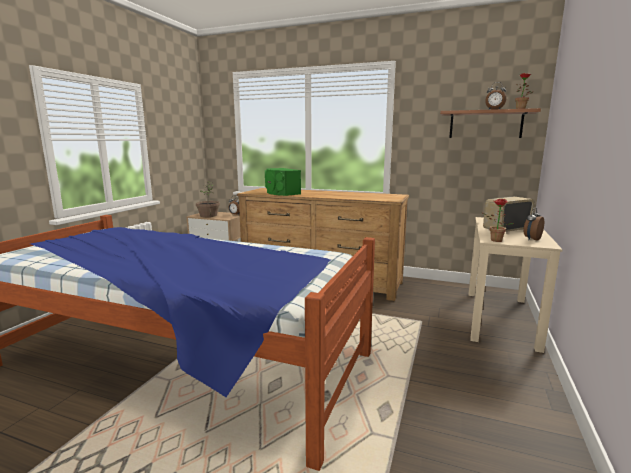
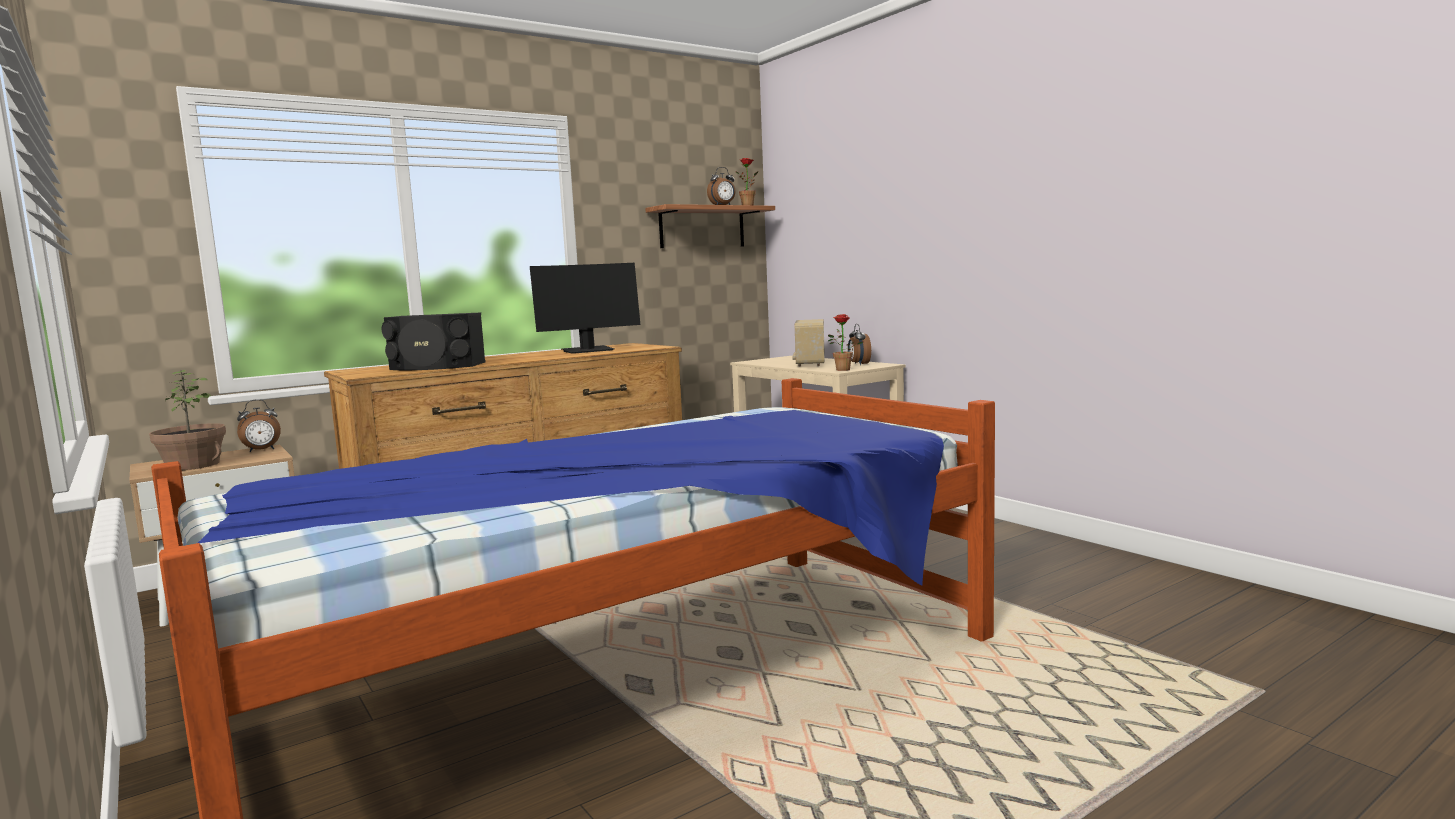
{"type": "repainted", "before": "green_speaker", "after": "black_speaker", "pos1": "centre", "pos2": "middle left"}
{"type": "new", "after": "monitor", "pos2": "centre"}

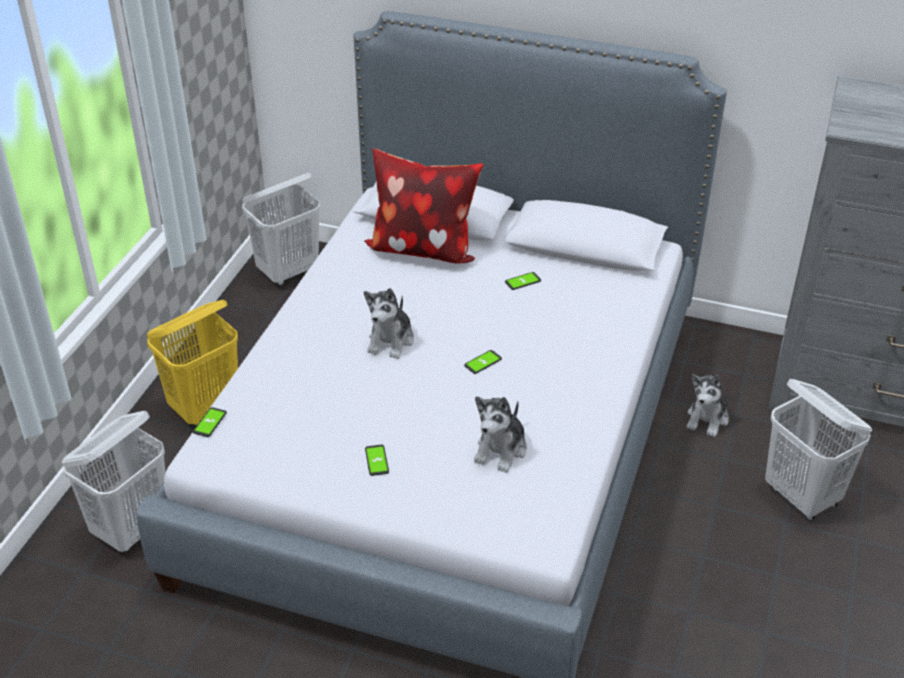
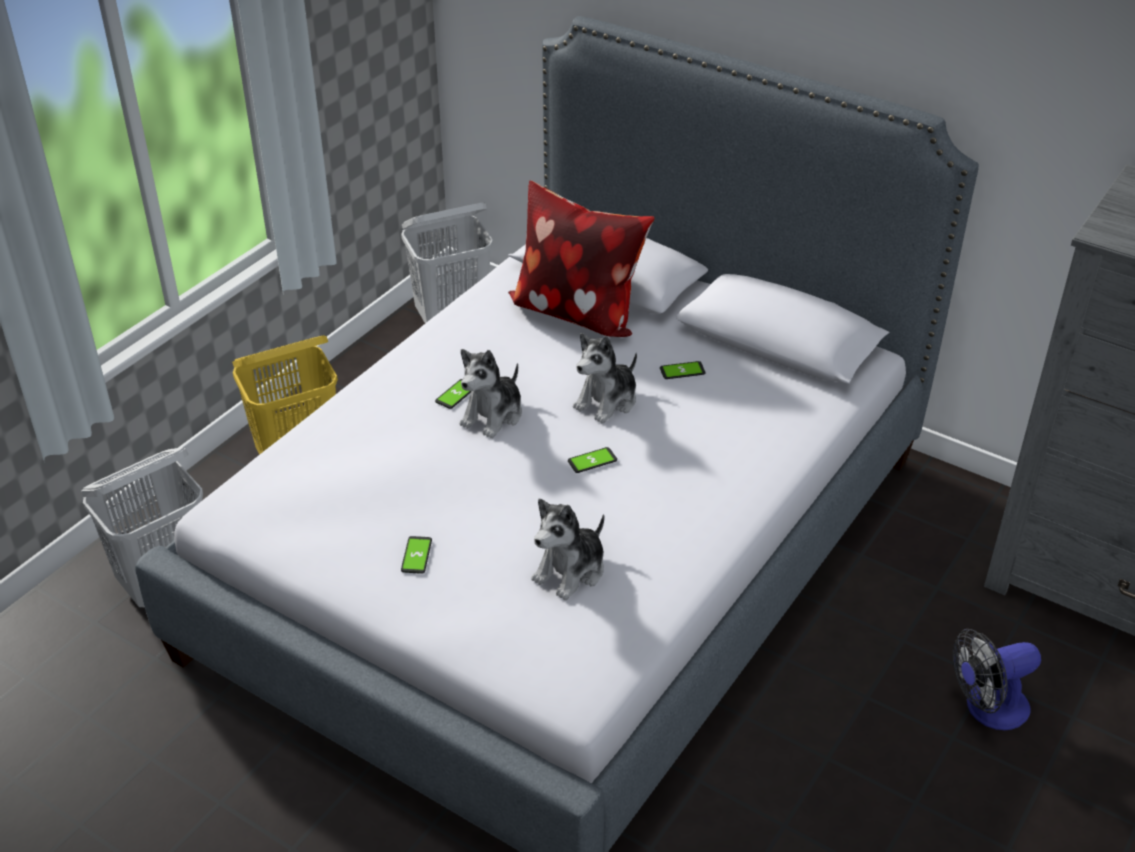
{"type": "shifted", "before": "plush_toy (no. 3 from left)", "pos1": "middle right", "pos2": "centre"}
{"type": "swapped", "before": "white_laundry_basket (no. 3 from left)", "after": "fan", "pos1": "middle right", "pos2": "bottom right"}
{"type": "shifted", "before": "phone (no. 1 from left in the first image)", "after": "phone (no. 2 from left)", "pos1": "middle left", "pos2": "centre"}

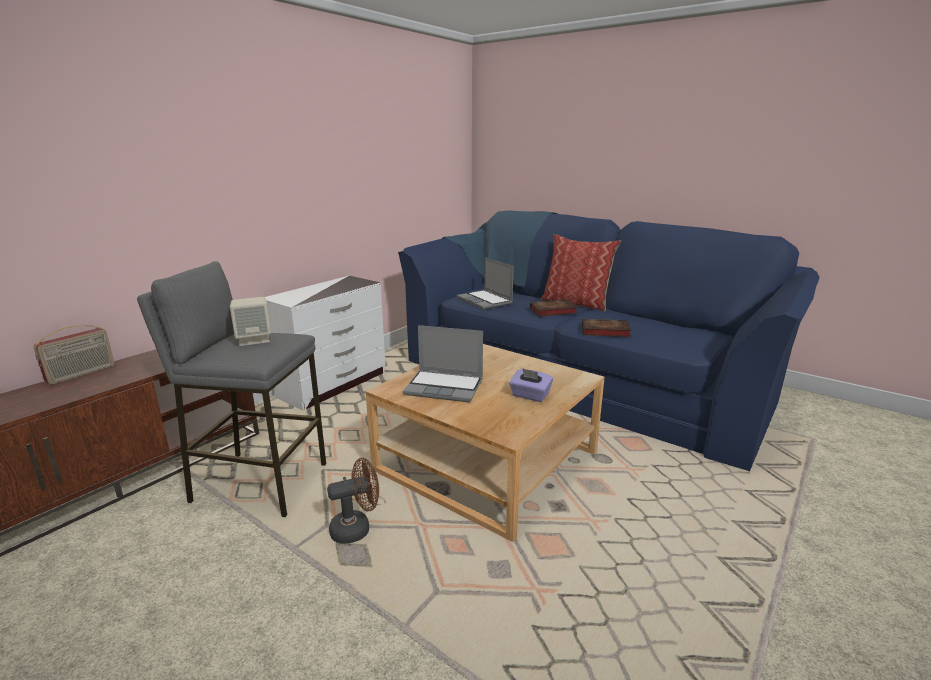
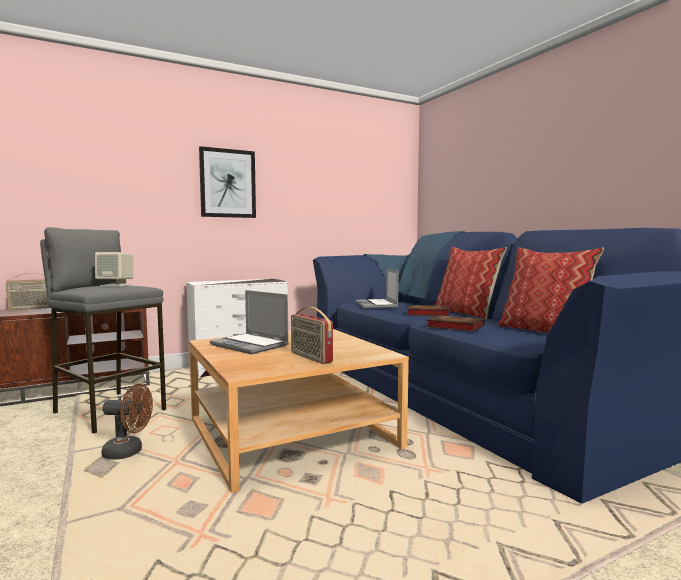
{"type": "swapped", "before": "purple_tissue_box", "after": "radio (no. 2 from left)", "pos1": "centre", "pos2": "centre"}
{"type": "new", "after": "picture", "pos2": "top centre"}
{"type": "new", "after": "pillow (no. 2 from left)", "pos2": "middle right"}

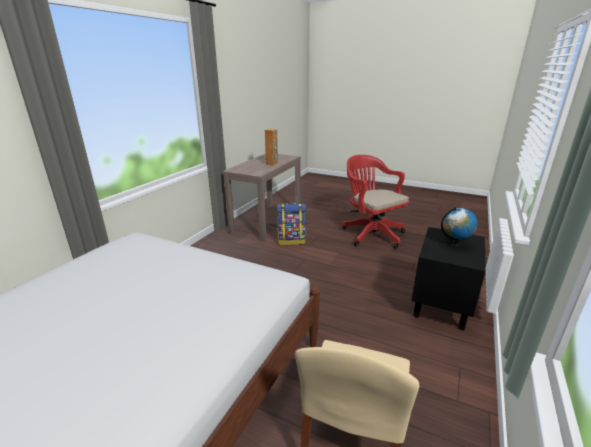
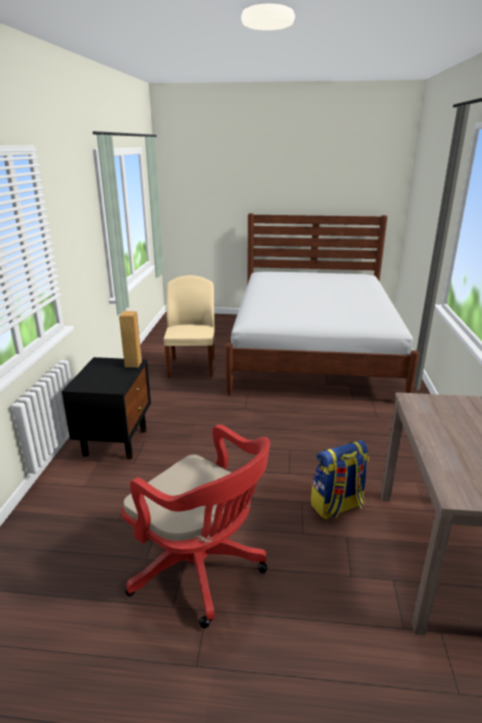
{"type": "shifted", "before": "brown_speaker", "pos1": "top centre", "pos2": "middle left"}
{"type": "gone", "before": "globe", "pos1": "middle right"}

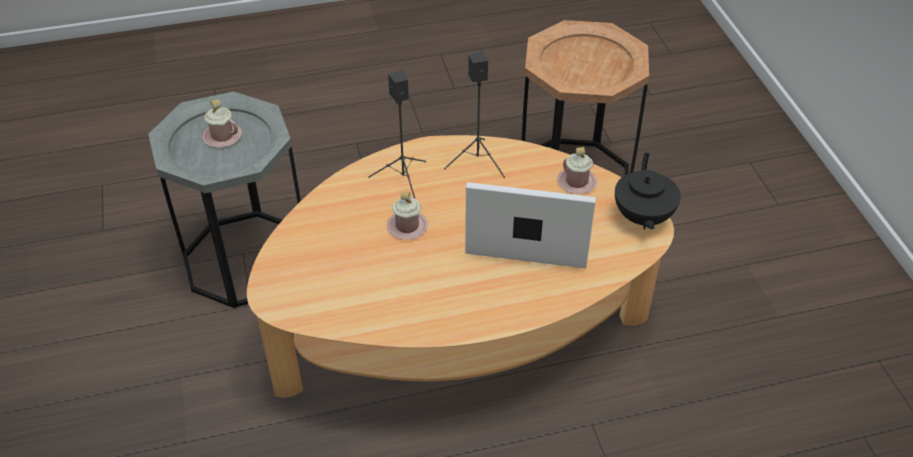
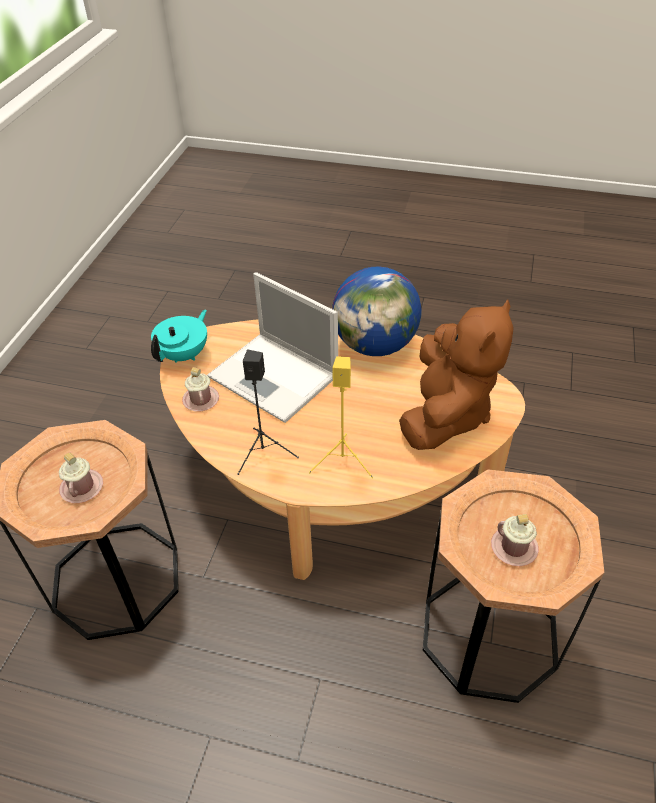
{"type": "repainted", "before": "black_speaker (no. 1 from left)", "after": "yellow_speaker", "pos1": "top centre", "pos2": "centre"}
{"type": "repainted", "before": "grey_side_table", "after": "brown_side_table (no. 2 from left)", "pos1": "middle left", "pos2": "bottom right"}
{"type": "repainted", "before": "black_teapot", "after": "turquoise_teapot", "pos1": "middle right", "pos2": "middle left"}
{"type": "shifted", "before": "pink_mug (no. 2 from left in the first image)", "after": "pink_mug (no. 1 from left)", "pos1": "centre", "pos2": "middle left"}
{"type": "new", "after": "globe", "pos2": "centre"}
{"type": "new", "after": "brown_plush_toy", "pos2": "middle right"}

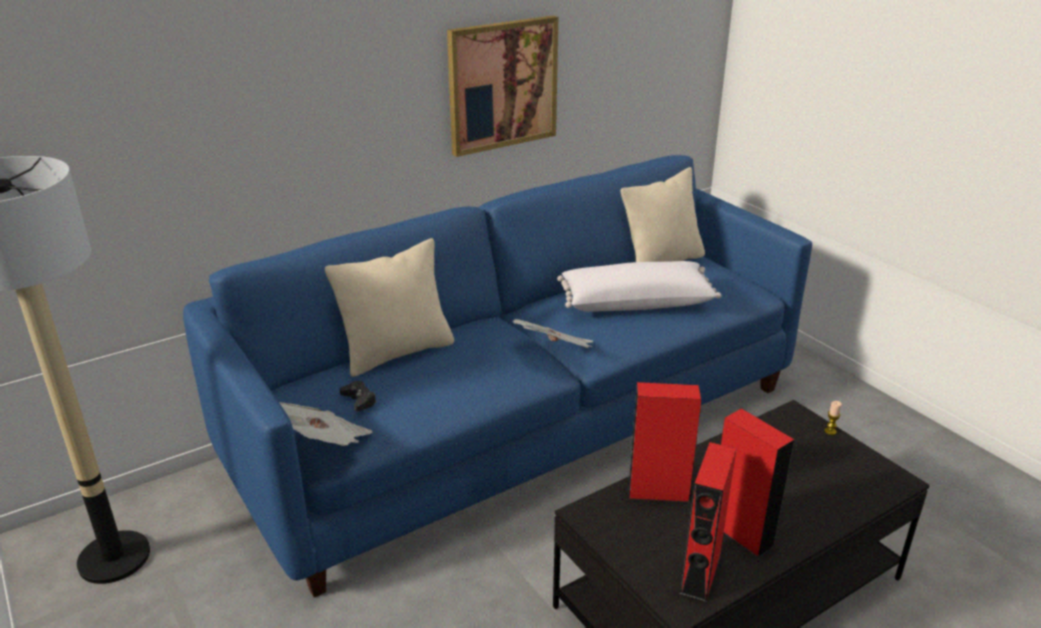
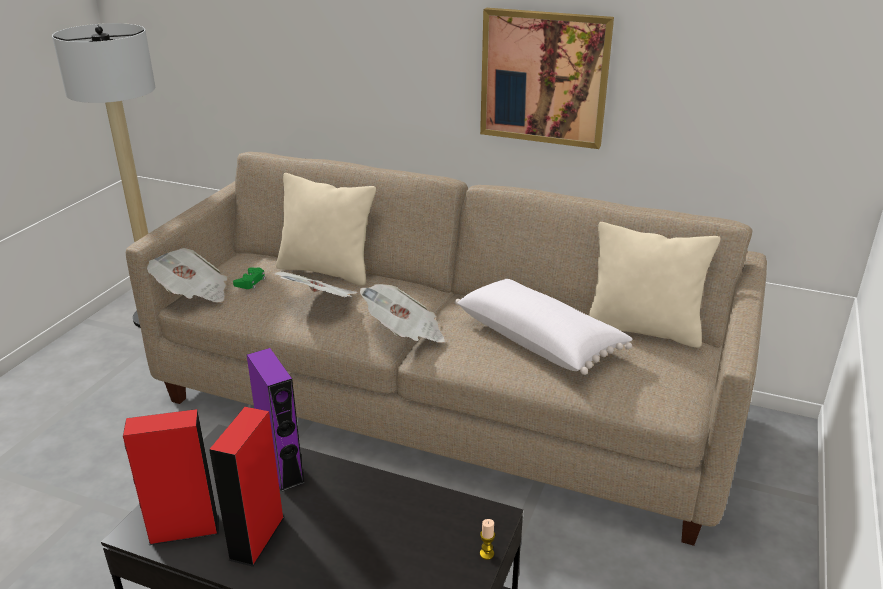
{"type": "repainted", "before": "blue_sofa", "after": "beige_sofa", "pos1": "centre", "pos2": "centre"}
{"type": "repainted", "before": "black_game_controller", "after": "green_game_controller", "pos1": "centre", "pos2": "middle left"}
{"type": "repainted", "before": "red_speaker (no. 1 from left)", "after": "purple_speaker", "pos1": "bottom centre", "pos2": "bottom left"}
{"type": "new", "after": "newspaper (no. 2 from left)", "pos2": "centre"}

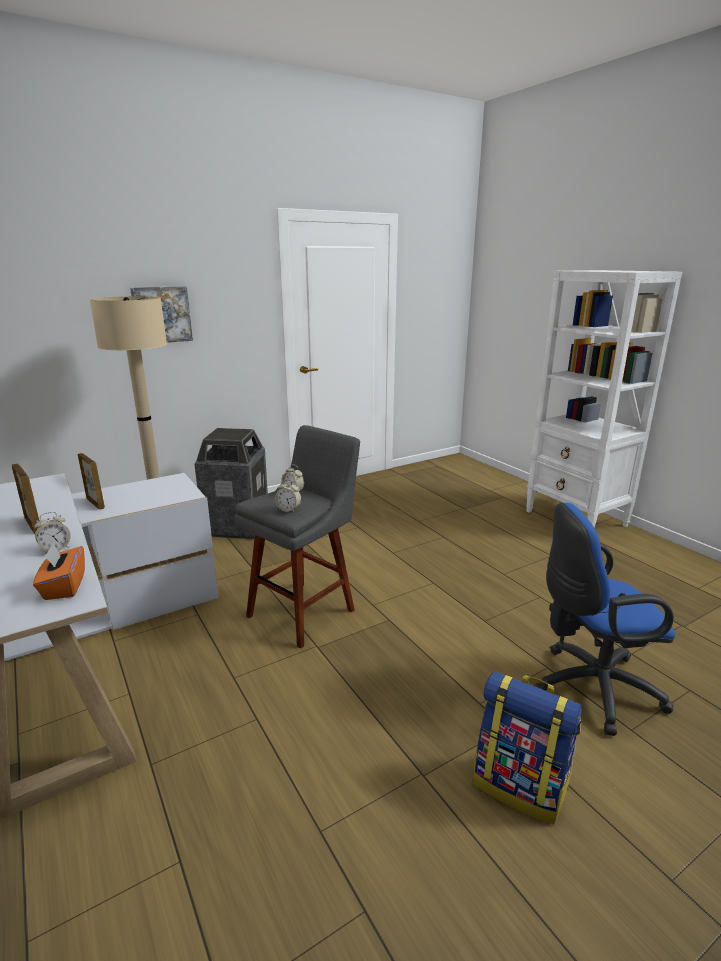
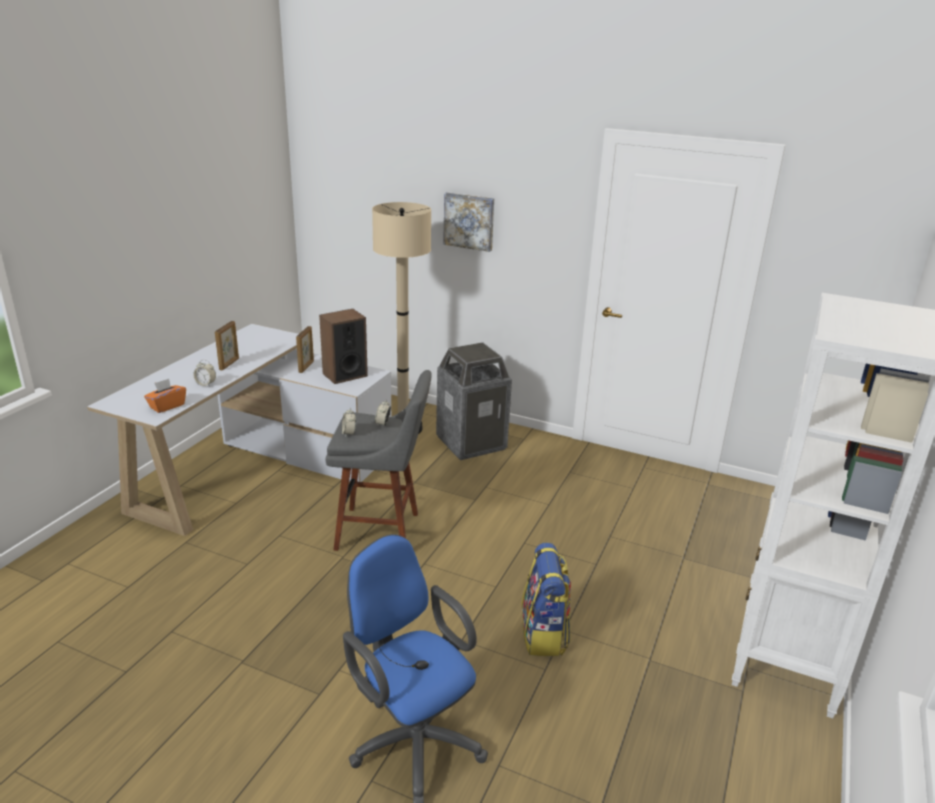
{"type": "shifted", "before": "backpack", "pos1": "bottom right", "pos2": "bottom centre"}
{"type": "new", "after": "speaker", "pos2": "centre"}

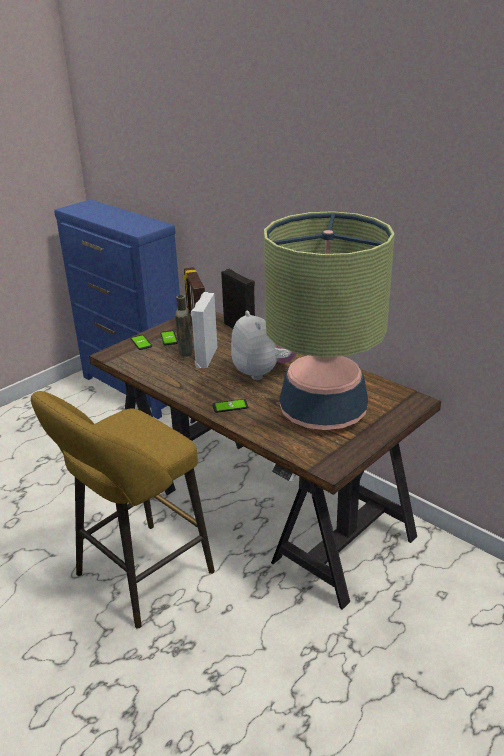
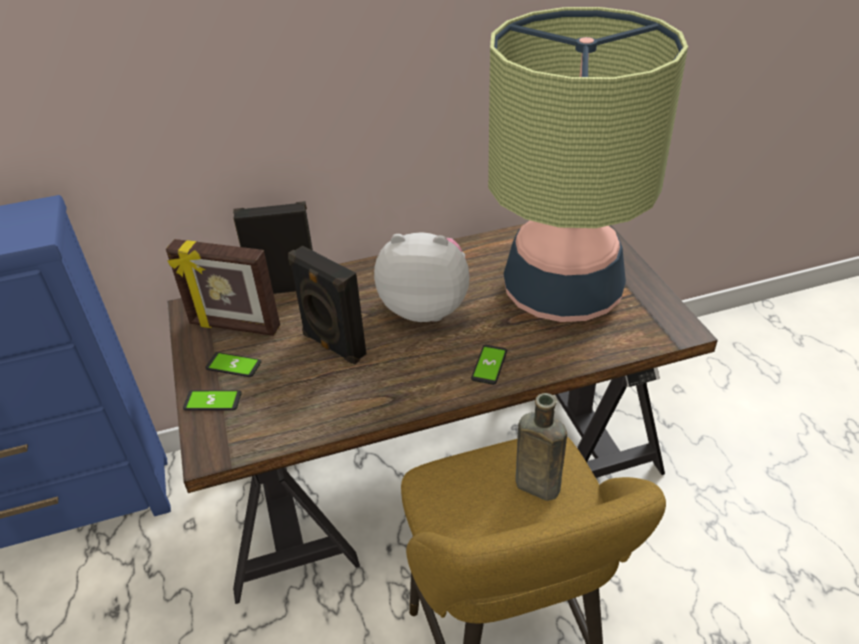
{"type": "repainted", "before": "white_speaker", "after": "black_speaker (no. 2 from left)", "pos1": "centre", "pos2": "centre"}
{"type": "shifted", "before": "brown_bottle", "pos1": "centre", "pos2": "bottom centre"}

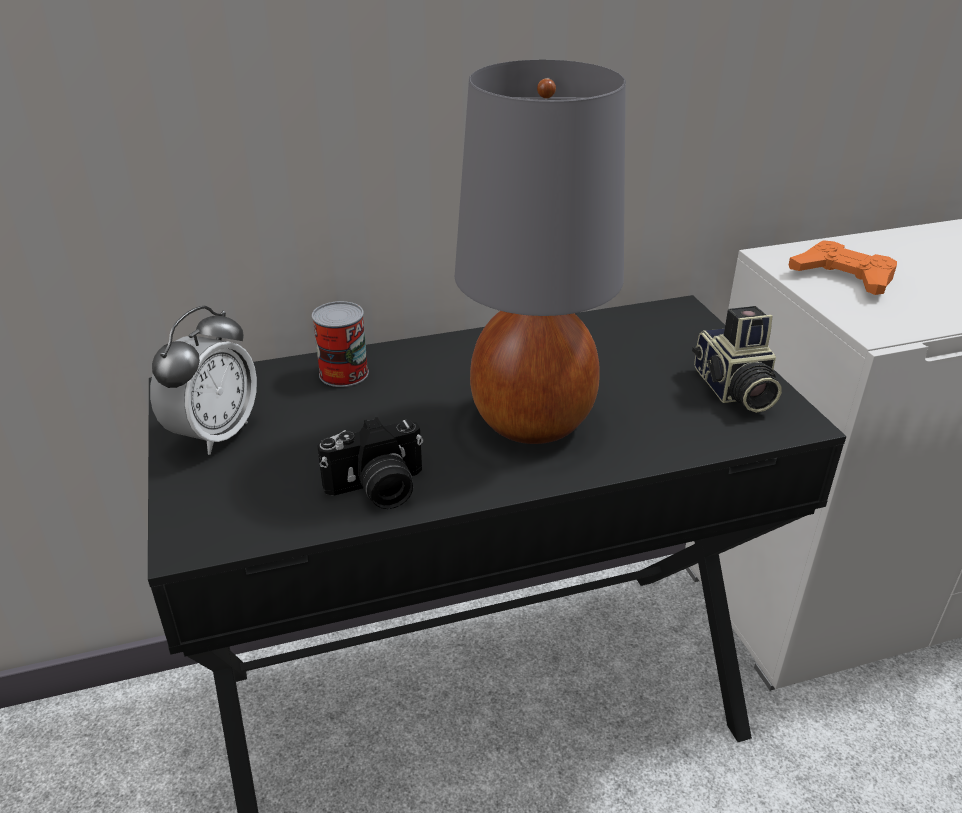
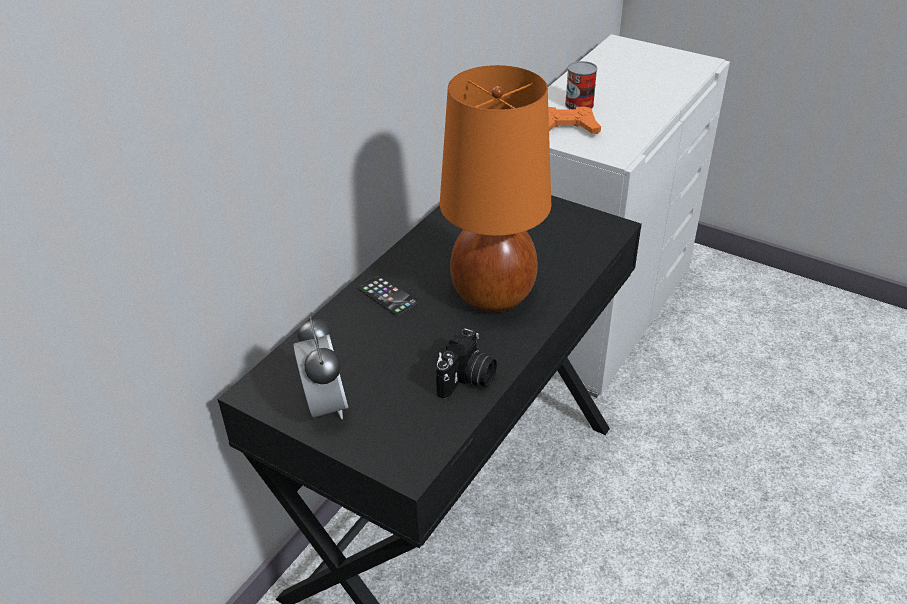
{"type": "repainted", "before": "grey_table_lamp", "after": "orange_table_lamp", "pos1": "top centre", "pos2": "top centre"}
{"type": "shifted", "before": "can", "pos1": "centre", "pos2": "top centre"}
{"type": "gone", "before": "photo_camera (no. 2 from left)", "pos1": "middle right"}
{"type": "new", "after": "phone", "pos2": "centre"}

